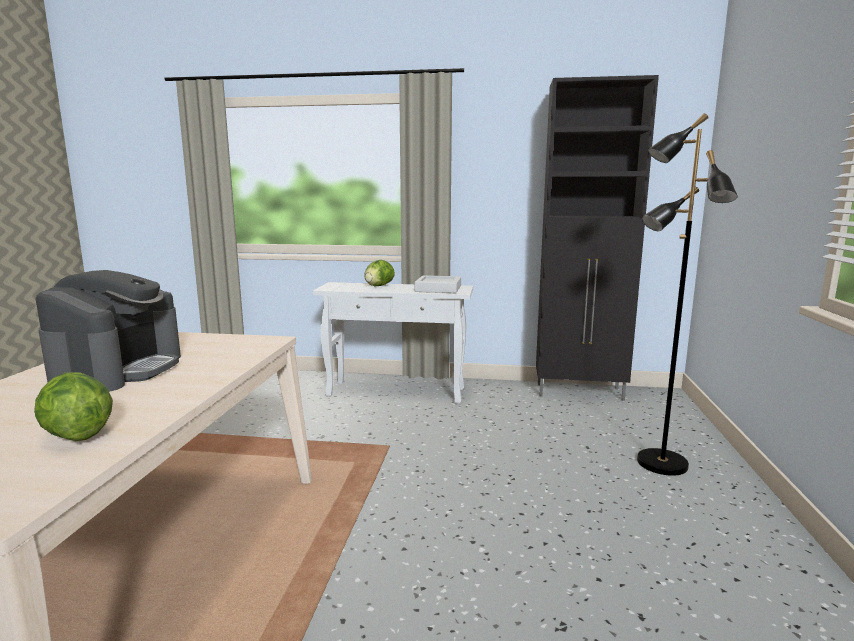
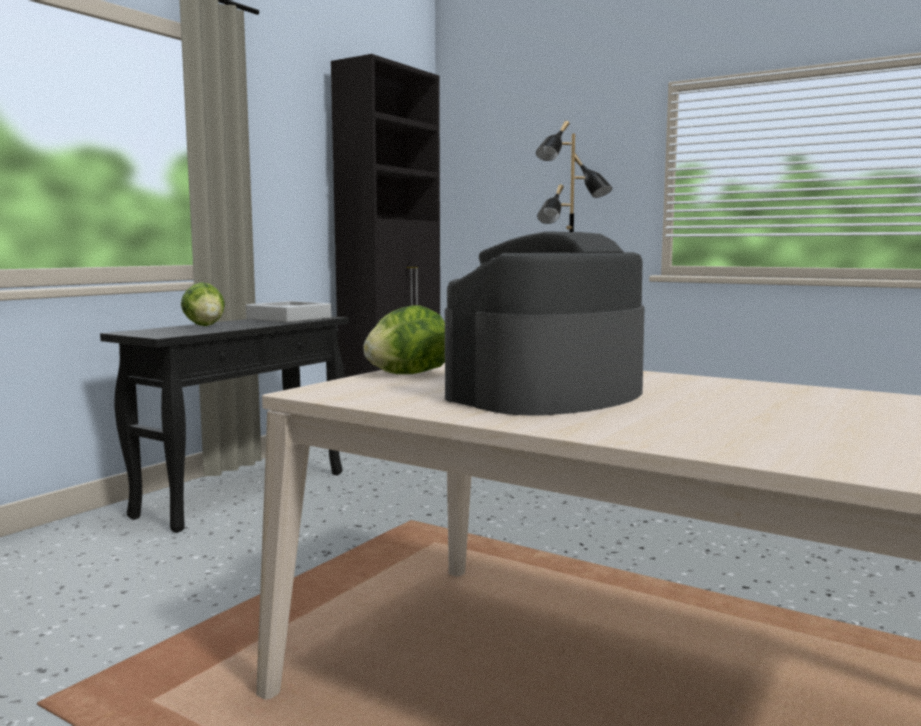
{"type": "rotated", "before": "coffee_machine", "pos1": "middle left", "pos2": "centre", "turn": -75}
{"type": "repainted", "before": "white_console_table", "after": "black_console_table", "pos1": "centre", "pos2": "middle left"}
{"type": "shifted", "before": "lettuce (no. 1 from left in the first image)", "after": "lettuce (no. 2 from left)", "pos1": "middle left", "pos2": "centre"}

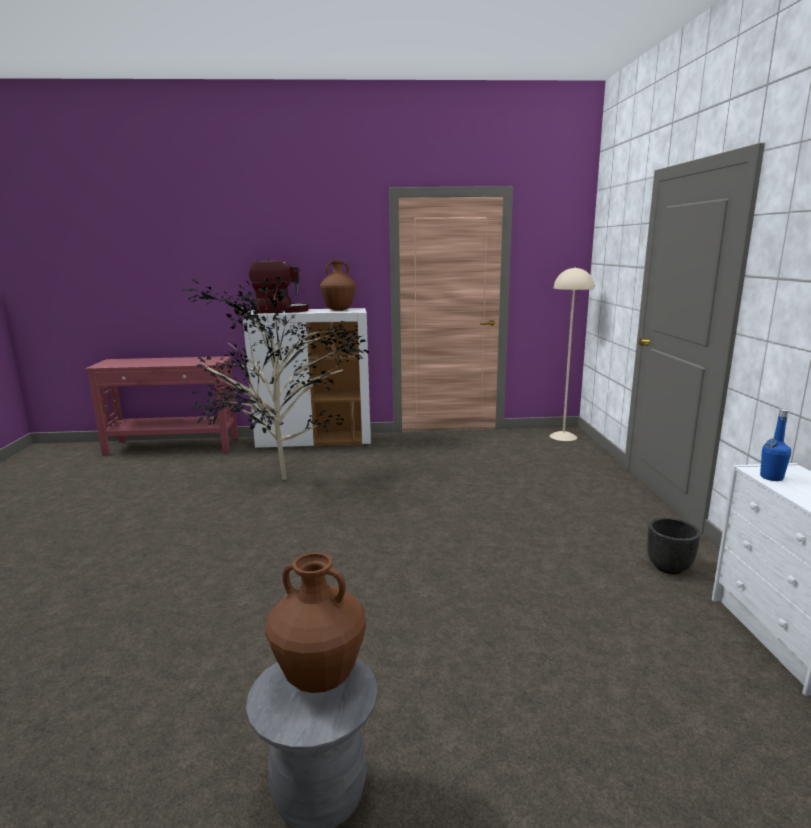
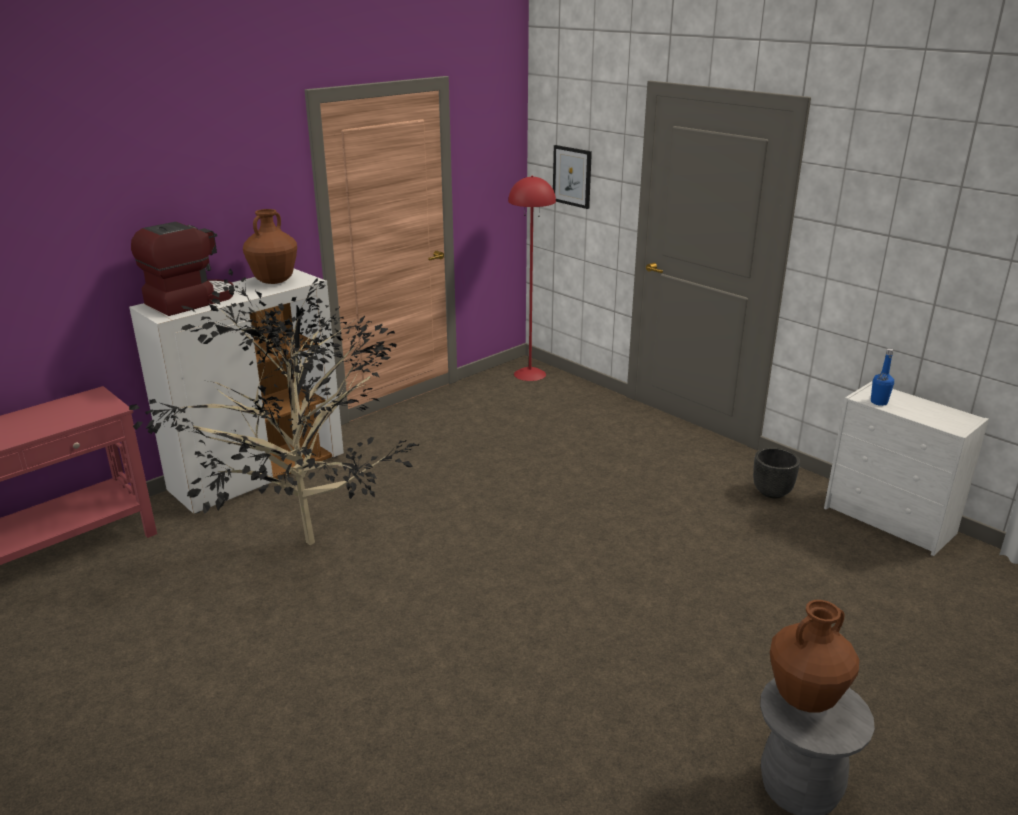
{"type": "repainted", "before": "beige_floor_lamp", "after": "red_floor_lamp", "pos1": "middle right", "pos2": "centre"}
{"type": "new", "after": "picture", "pos2": "top centre"}

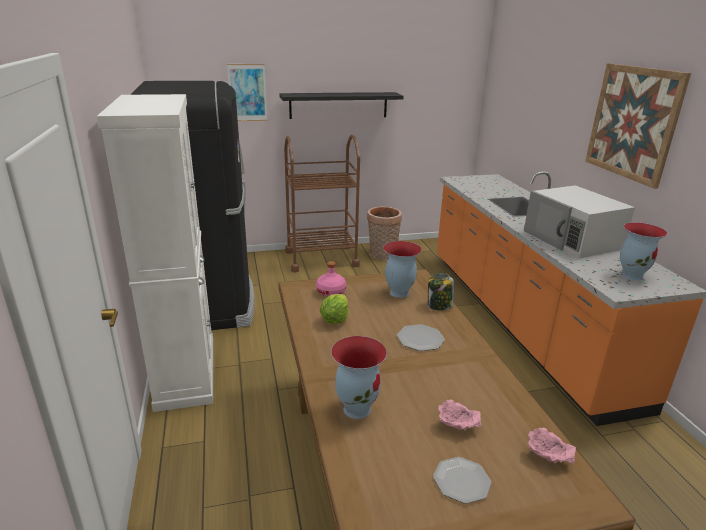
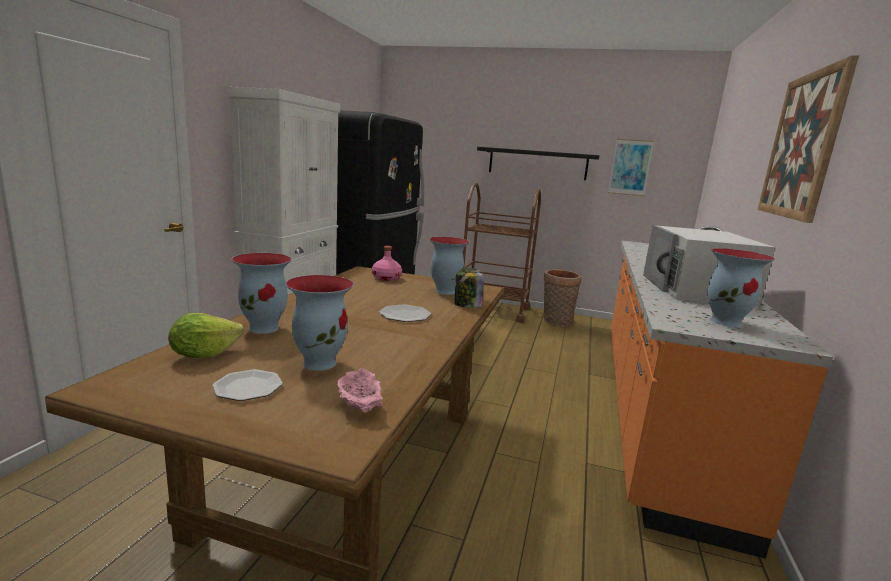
{"type": "shifted", "before": "picture (no. 1 from left)", "pos1": "top centre", "pos2": "top right"}
{"type": "shifted", "before": "lettuce", "pos1": "centre", "pos2": "middle left"}
{"type": "swapped", "before": "pink_bowl (no. 1 from left)", "after": "vase (no. 2 from left)", "pos1": "bottom centre", "pos2": "centre"}

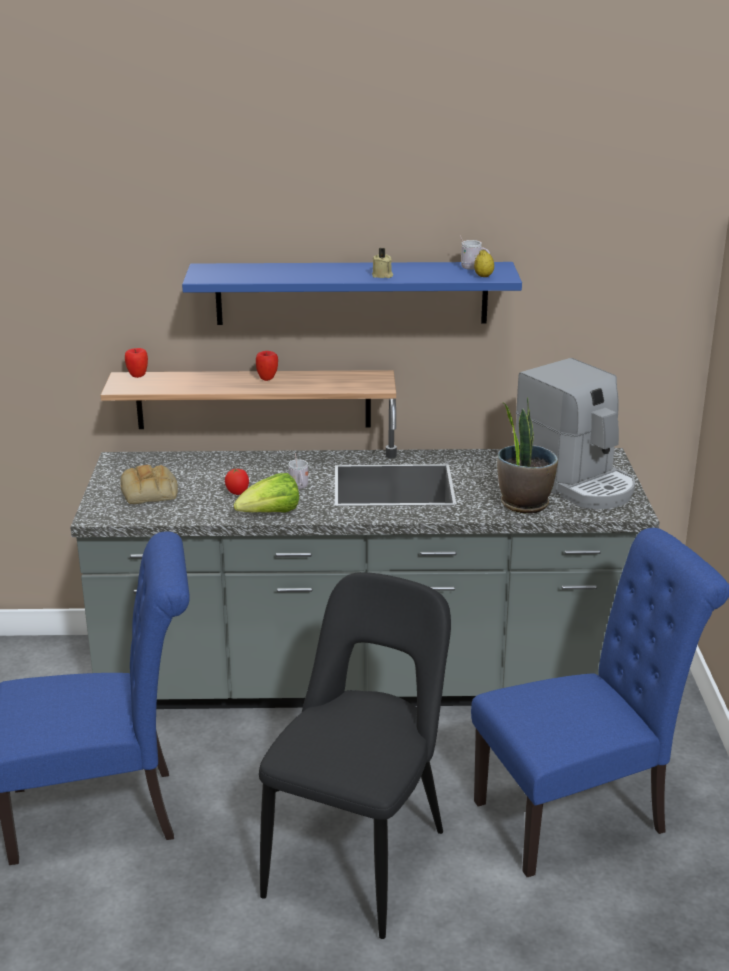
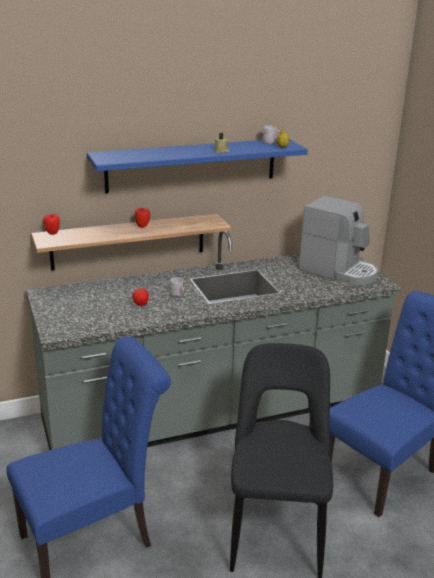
{"type": "gone", "before": "potted_plant", "pos1": "middle right"}
{"type": "gone", "before": "bread", "pos1": "middle left"}
{"type": "gone", "before": "lettuce", "pos1": "centre"}

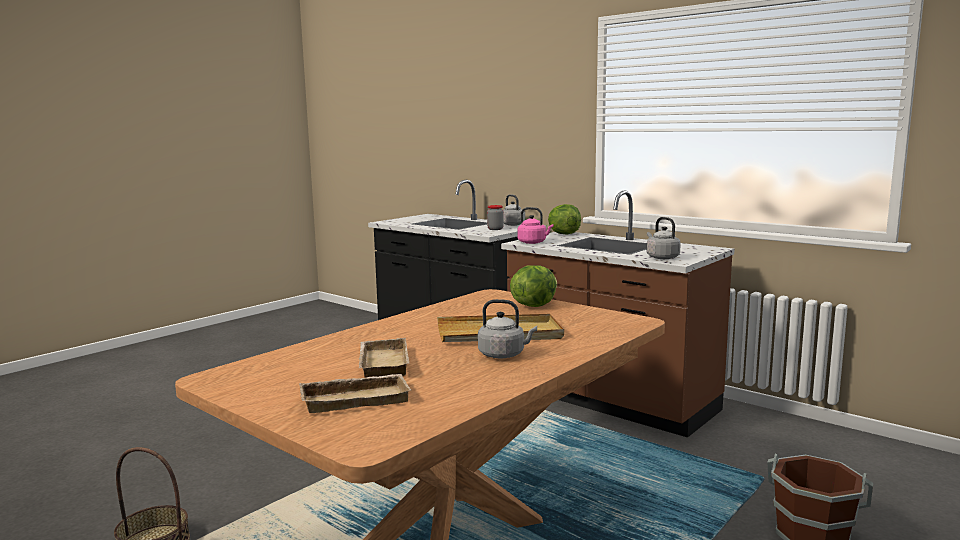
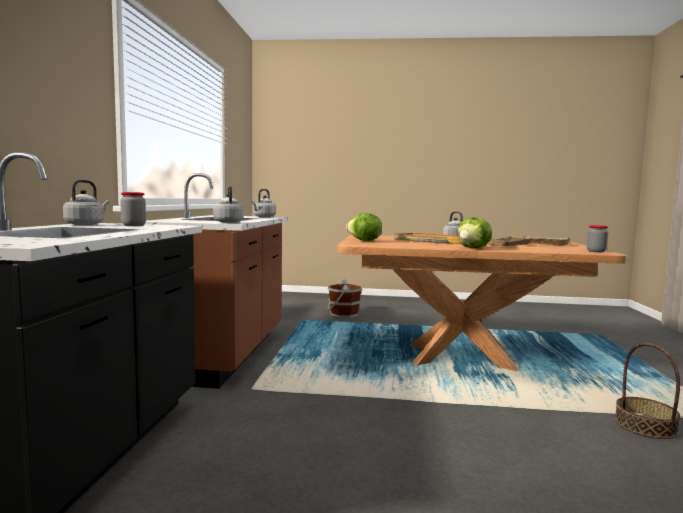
{"type": "shifted", "before": "lettuce (no. 2 from left)", "pos1": "centre", "pos2": "middle right"}
{"type": "repainted", "before": "pink_kettle", "after": "grey_kettle (no. 2 from left)", "pos1": "centre", "pos2": "centre"}
{"type": "new", "after": "jar (no. 2 from left)", "pos2": "middle right"}

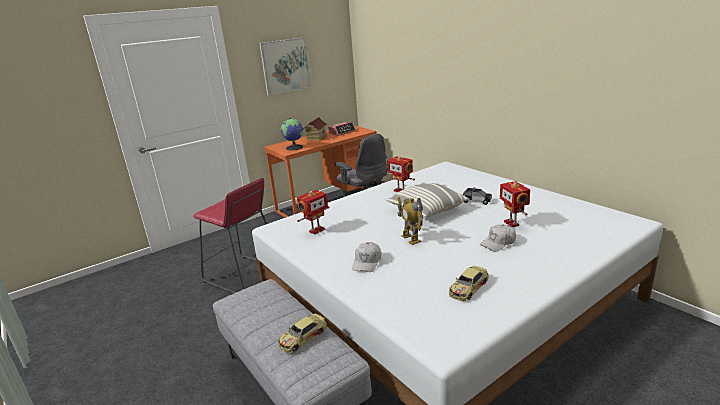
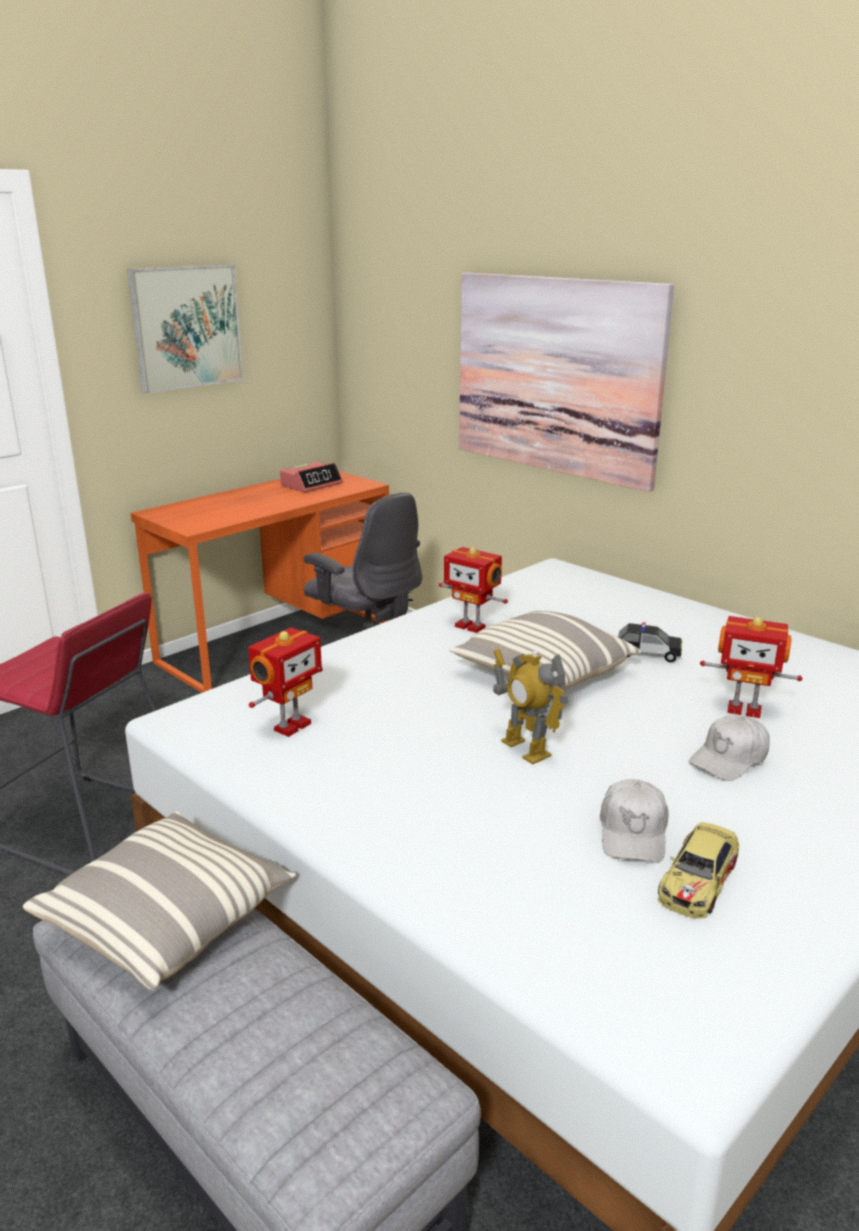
{"type": "gone", "before": "toy_house", "pos1": "top centre"}
{"type": "gone", "before": "globe", "pos1": "top centre"}
{"type": "rotated", "before": "toy_robot (no. 4 from left)", "pos1": "middle right", "pos2": "middle right", "turn": -45}
{"type": "shifted", "before": "white_cap (no. 1 from left)", "pos1": "centre", "pos2": "bottom right"}
{"type": "gone", "before": "toy_car (no. 1 from left)", "pos1": "bottom centre"}
{"type": "new", "after": "picture (no. 2 from left)", "pos2": "top centre"}
{"type": "new", "after": "pillow (no. 1 from left)", "pos2": "bottom left"}

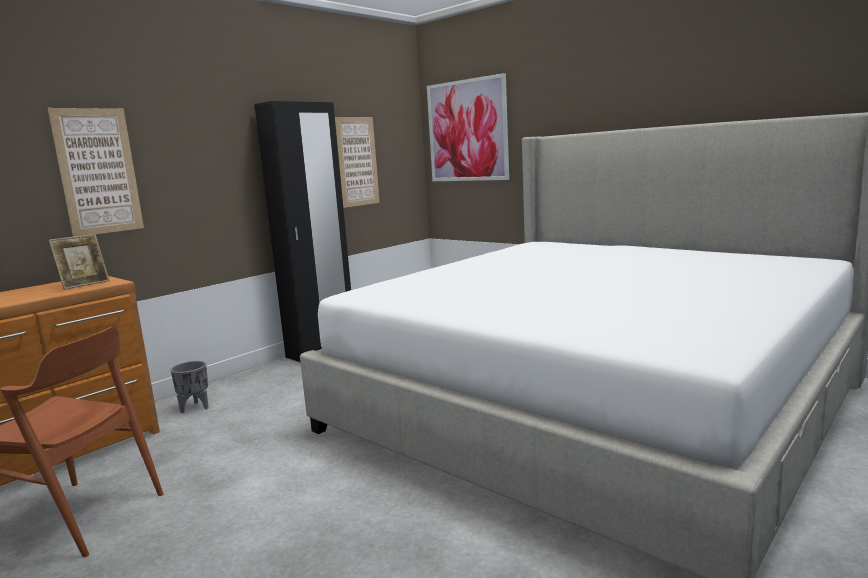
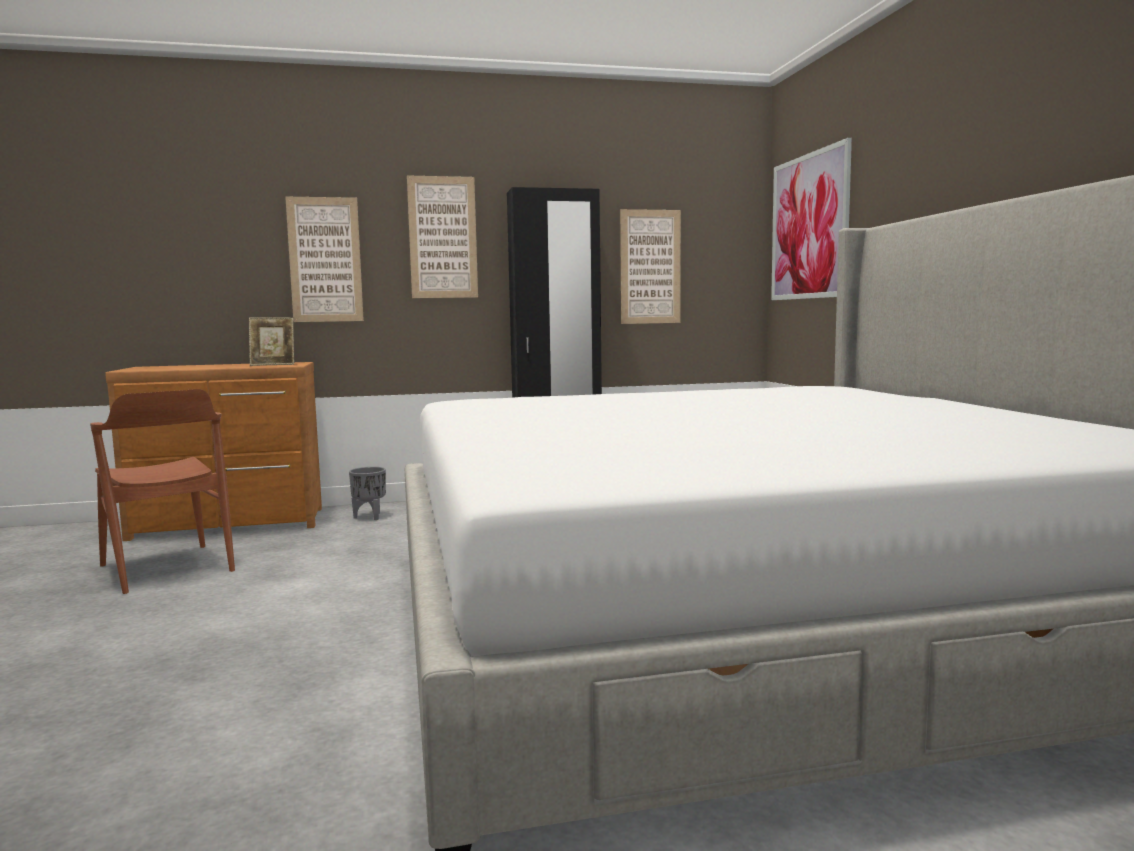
{"type": "new", "after": "picture (no. 2 from left)", "pos2": "top centre"}

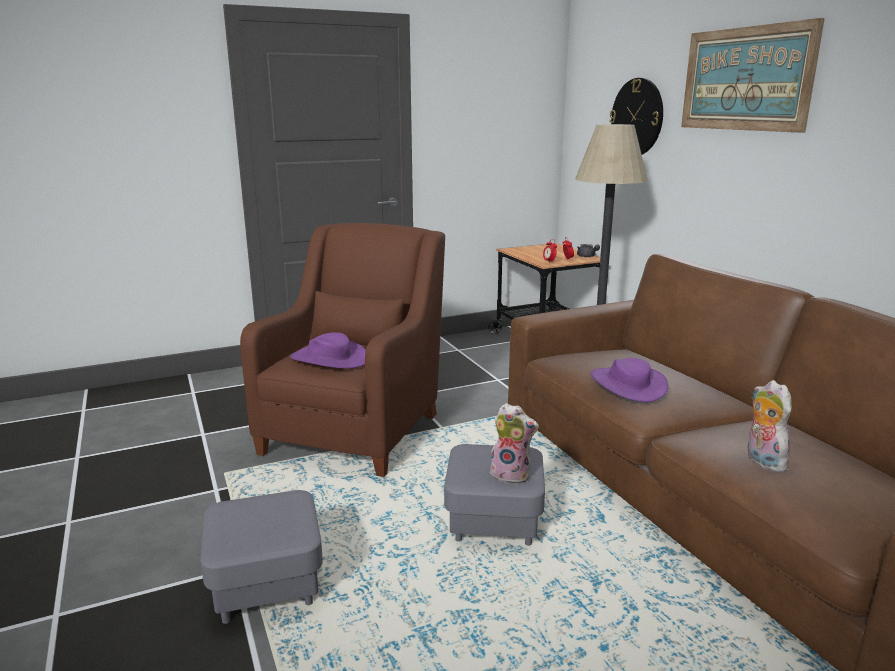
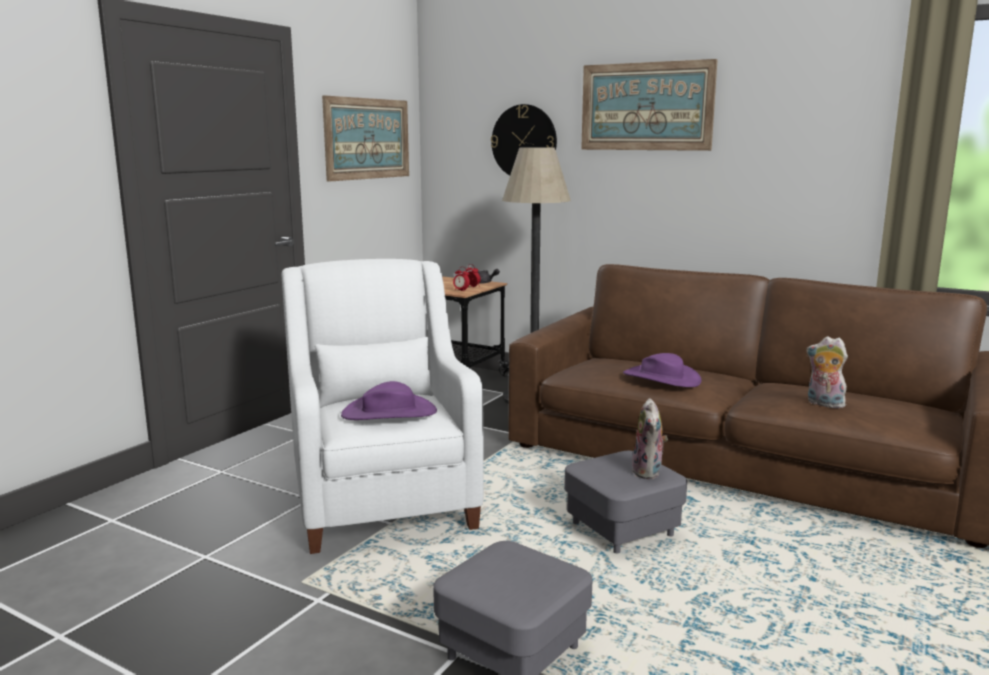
{"type": "repainted", "before": "brown_armchair", "after": "white_armchair", "pos1": "centre", "pos2": "centre"}
{"type": "rotated", "before": "plush_toy (no. 1 from left)", "pos1": "centre", "pos2": "centre", "turn": 105}
{"type": "new", "after": "picture (no. 1 from left)", "pos2": "top centre"}

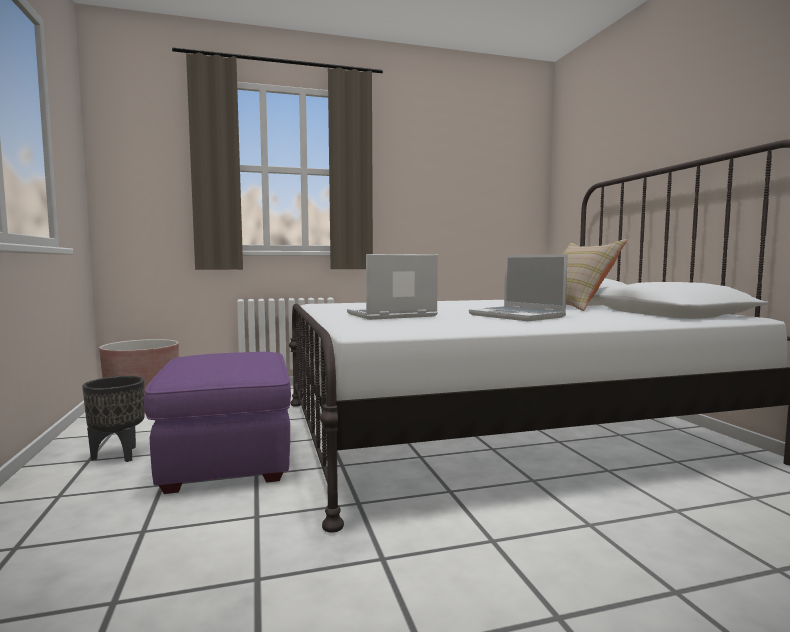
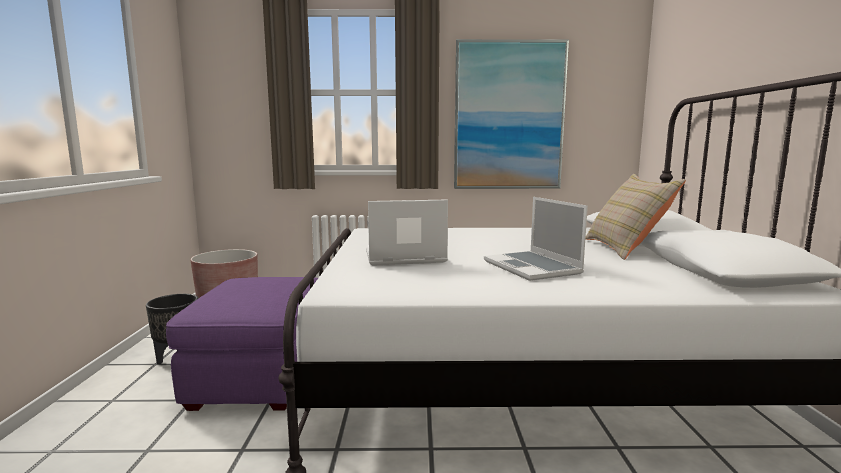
{"type": "new", "after": "picture", "pos2": "top centre"}

